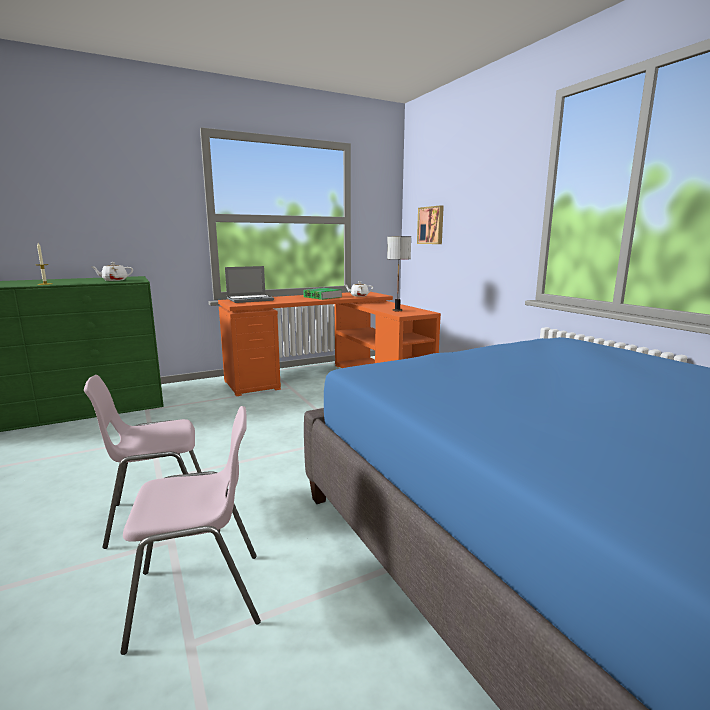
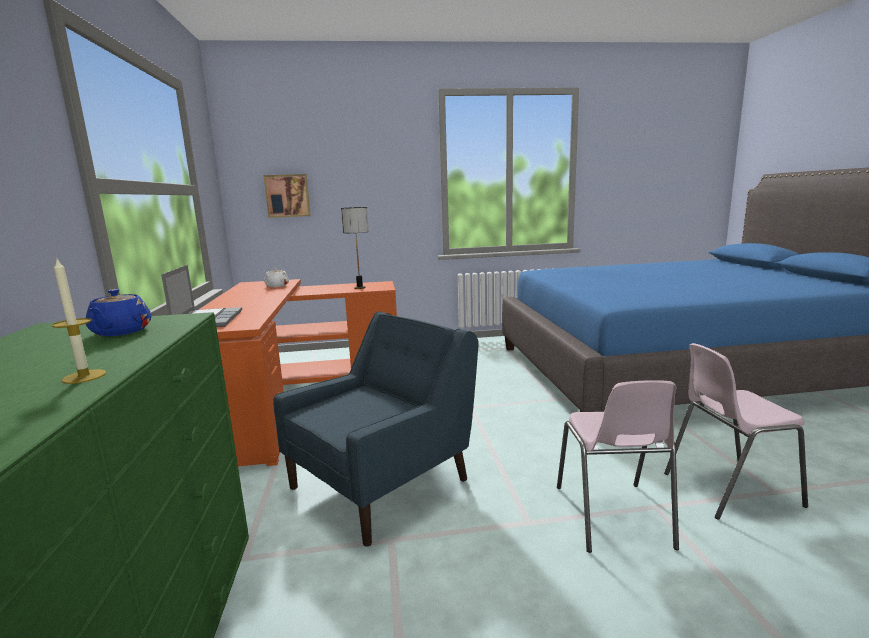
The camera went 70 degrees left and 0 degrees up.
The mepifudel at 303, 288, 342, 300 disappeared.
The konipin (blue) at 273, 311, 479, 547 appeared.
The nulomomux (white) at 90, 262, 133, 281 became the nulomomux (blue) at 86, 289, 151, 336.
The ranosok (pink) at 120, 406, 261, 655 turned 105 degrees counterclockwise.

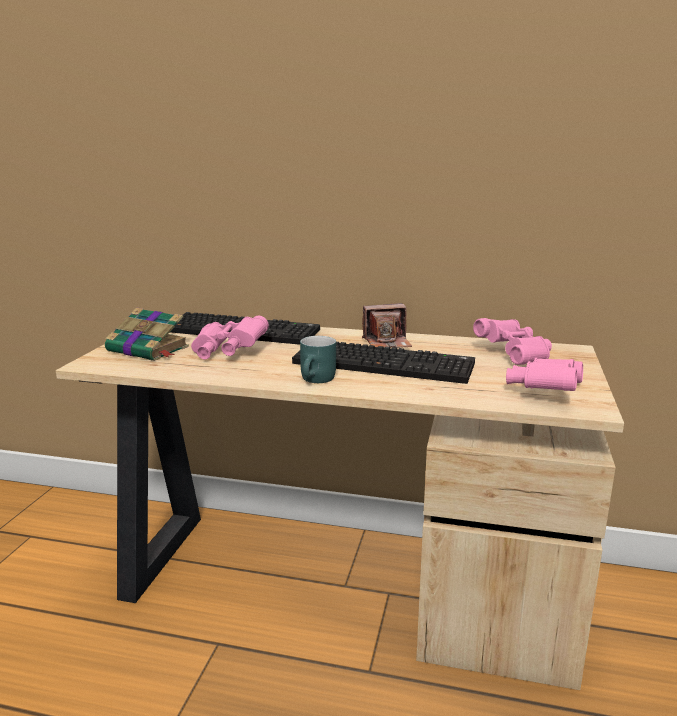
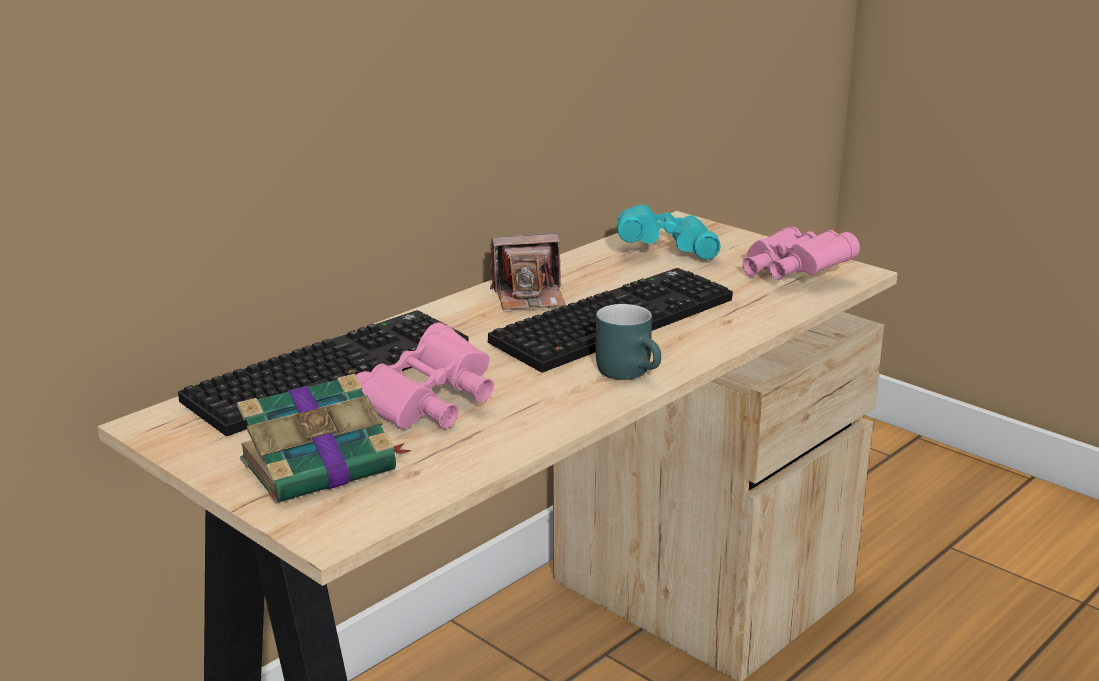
The camera went 60 degrees left and 5 degrees up.
The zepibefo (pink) at 473, 318, 552, 365 became the zepibefo (turquoise) at 617, 205, 720, 259.
The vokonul at 362, 303, 412, 348 turned 60 degrees clockwise.

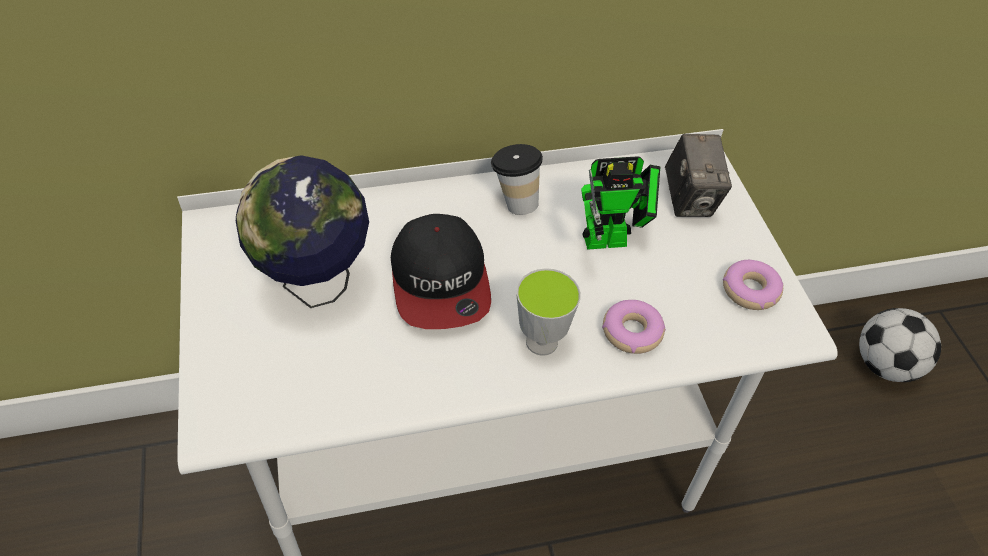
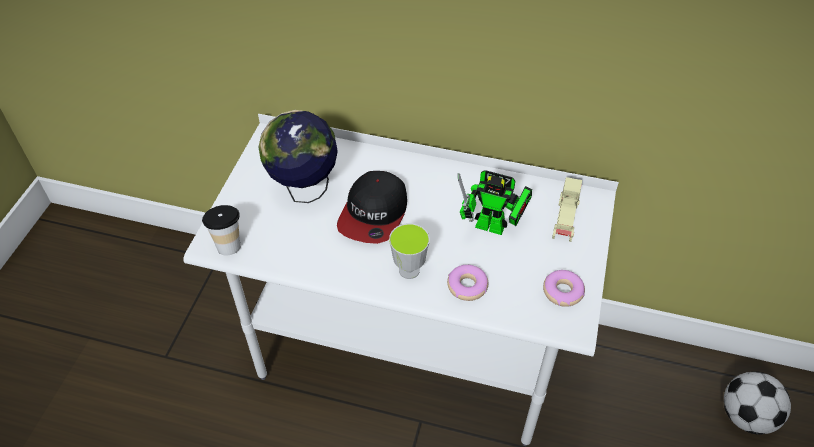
The camera went 30 degrees right and 0 degrees up.
The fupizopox moved from 491, 144, 543, 215 to 202, 205, 240, 255.
The vokonul at 665, 134, 732, 217 was replaced by the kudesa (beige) at 552, 177, 582, 242.

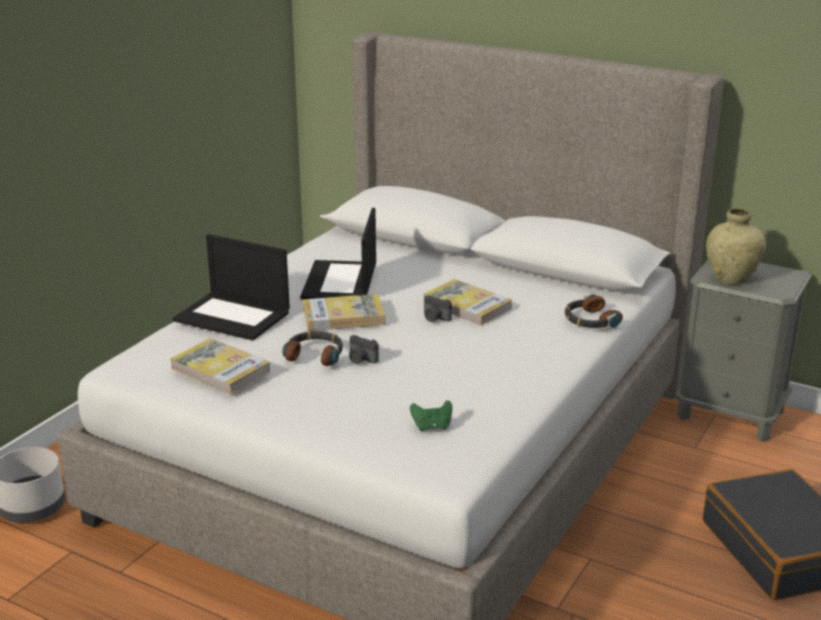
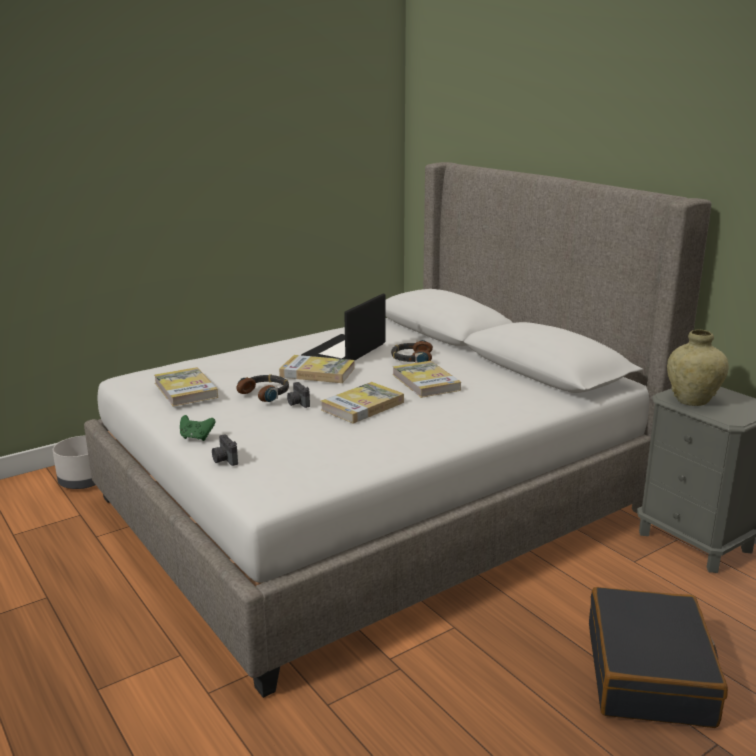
The camera went 25 degrees right and 5 degrees down.
The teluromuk at 173, 234, 290, 341 disappeared.
The mepifudel at 321, 382, 404, 424 appeared.
The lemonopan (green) moved from 410, 400, 452, 431 to 180, 415, 215, 441.
The vokonul moved from 424, 296, 452, 322 to 212, 434, 238, 466.
The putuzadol moved from 565, 294, 623, 329 to 391, 340, 433, 363.

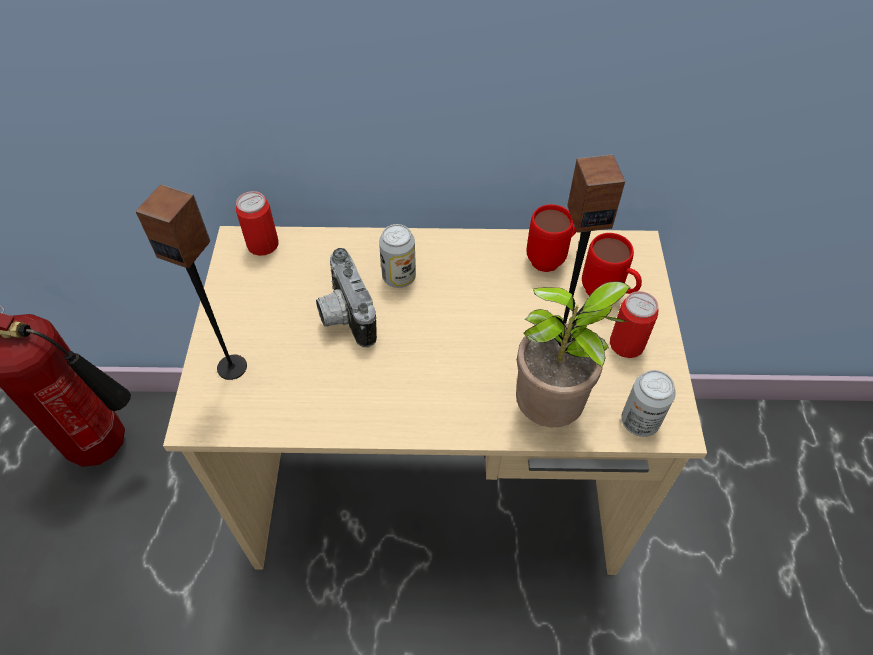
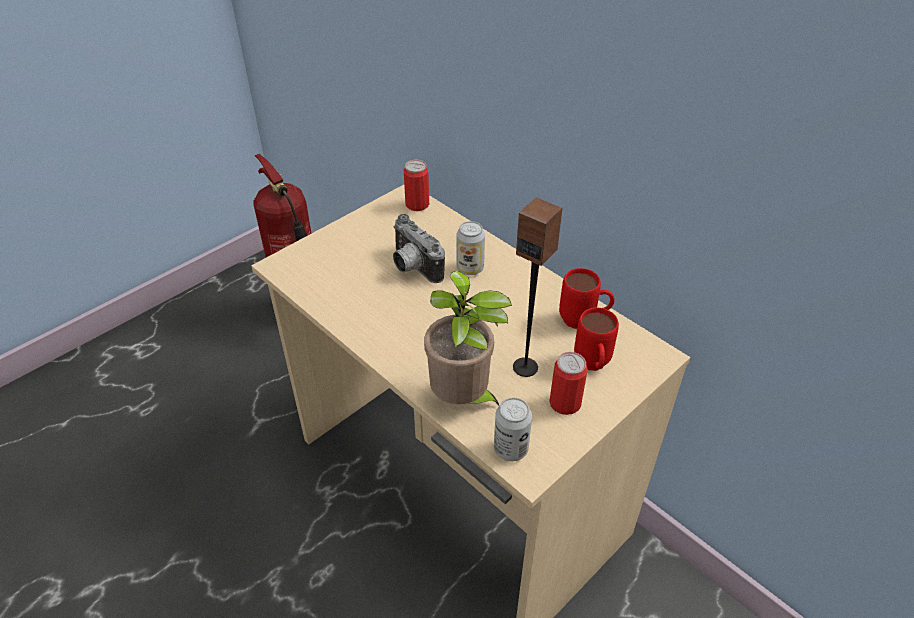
The camera went 45 degrees right and 10 degrees down.
The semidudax at 136, 184, 247, 380 disappeared.
The vokonul at 316, 248, 377, 347 turned 60 degrees counterclockwise.

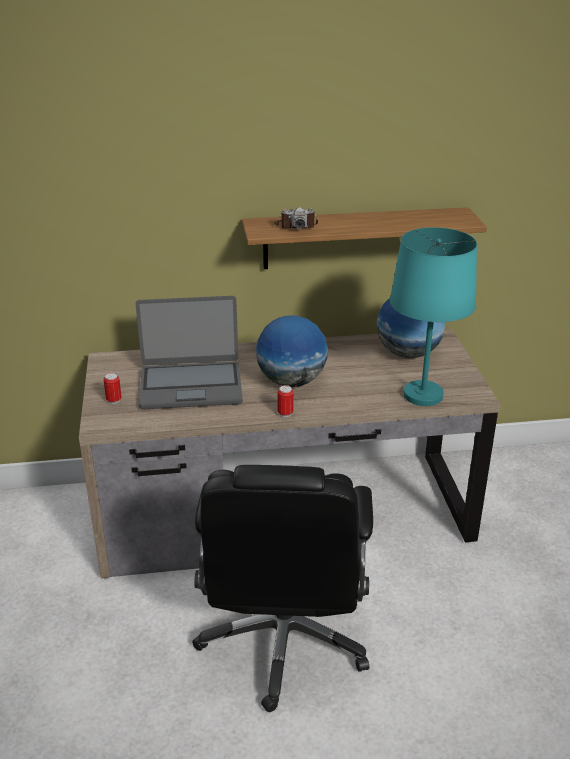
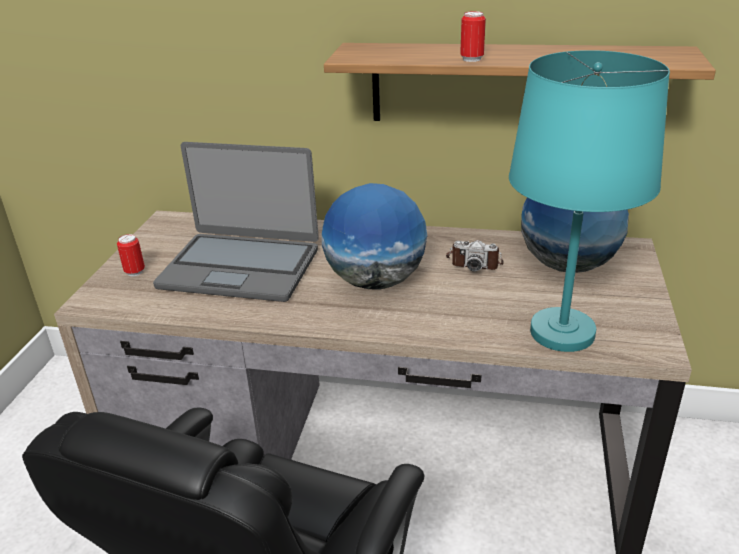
The camera went 20 degrees right and 0 degrees up.
The vokonul moved from 274, 207, 318, 229 to 446, 240, 504, 272.
The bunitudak moved from 277, 385, 294, 417 to 460, 11, 486, 62.

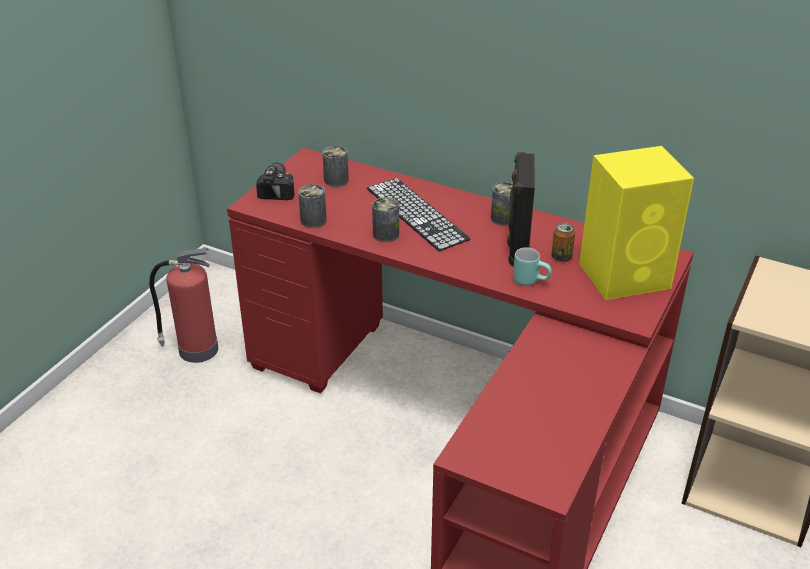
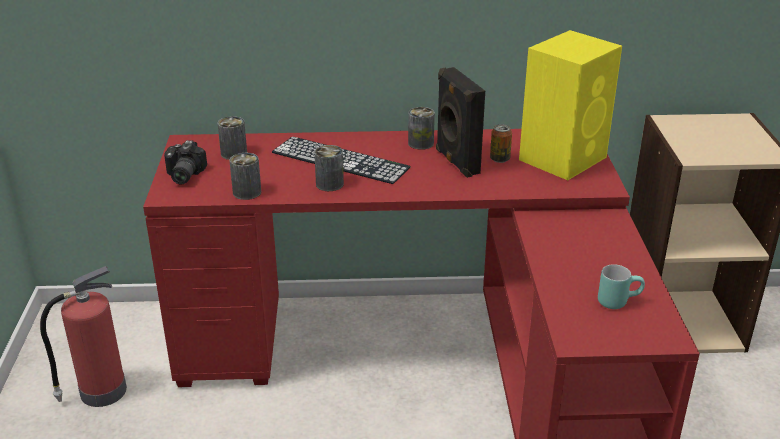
The camera went 30 degrees left and 5 degrees down.
The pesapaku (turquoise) moved from 513, 247, 552, 286 to 598, 264, 645, 309.
The vokonul at 256, 163, 295, 200 turned 150 degrees counterclockwise.

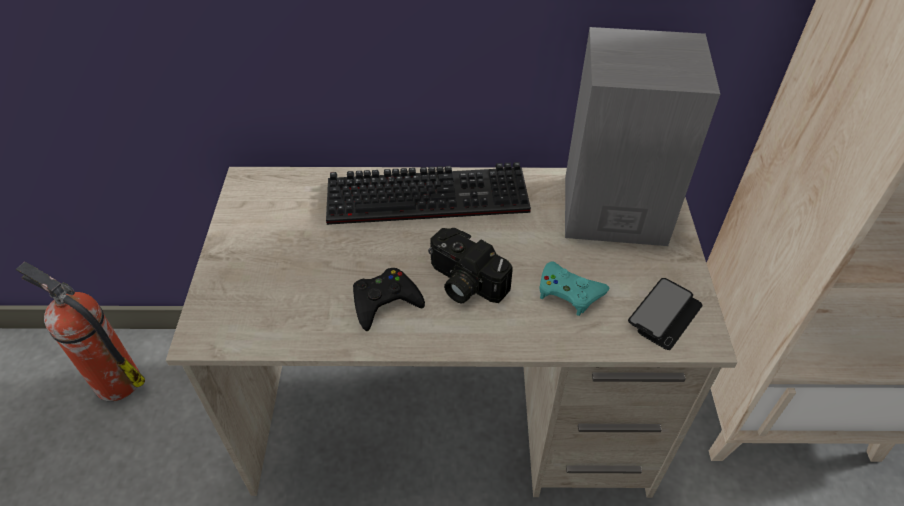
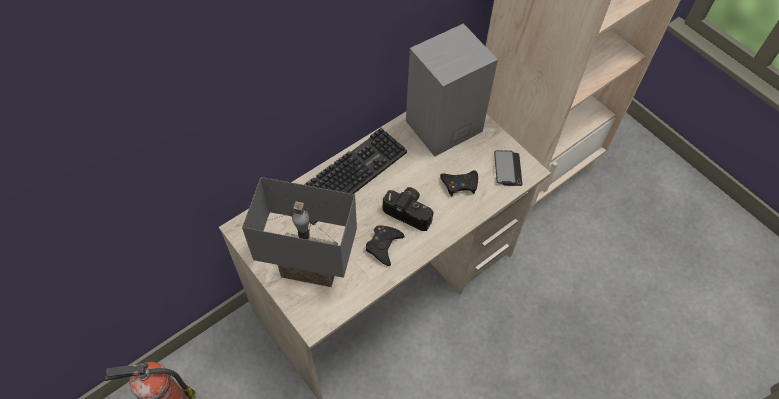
The camera went 40 degrees left and 10 degrees up.
The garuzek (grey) at 242, 177, 357, 287 appeared.
The lemonopan (turquoise) at 540, 262, 609, 316 became the lemonopan (black) at 440, 170, 478, 196.
The vokonul at 428, 228, 513, 303 turned 150 degrees counterclockwise.

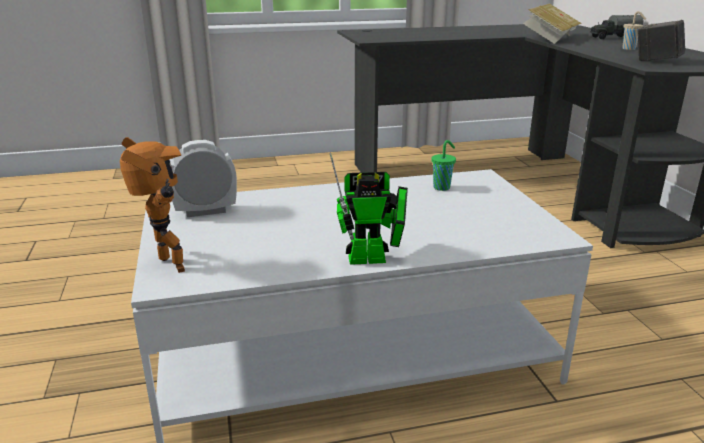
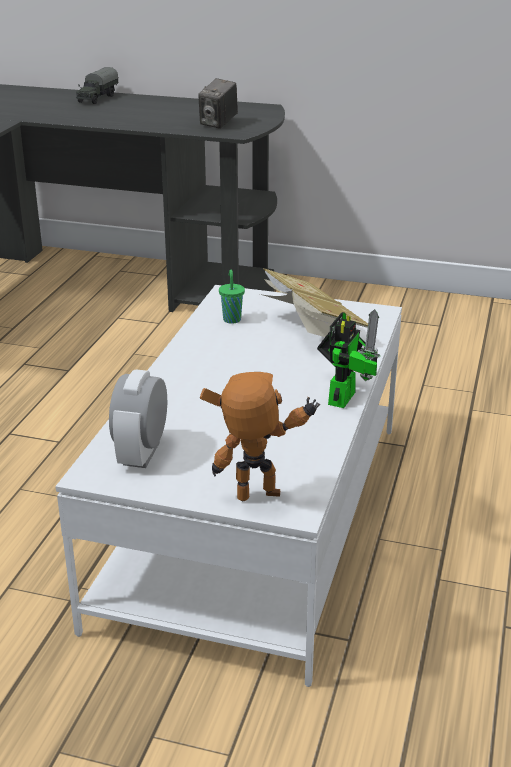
The camera went 60 degrees left and 5 degrees up.
The fupizopox (beige) at 622, 11, 646, 50 disappeared.
The mepifudel moved from 523, 3, 581, 44 to 260, 268, 368, 337.
The vokonul at 638, 20, 685, 61 turned 45 degrees counterclockwise.

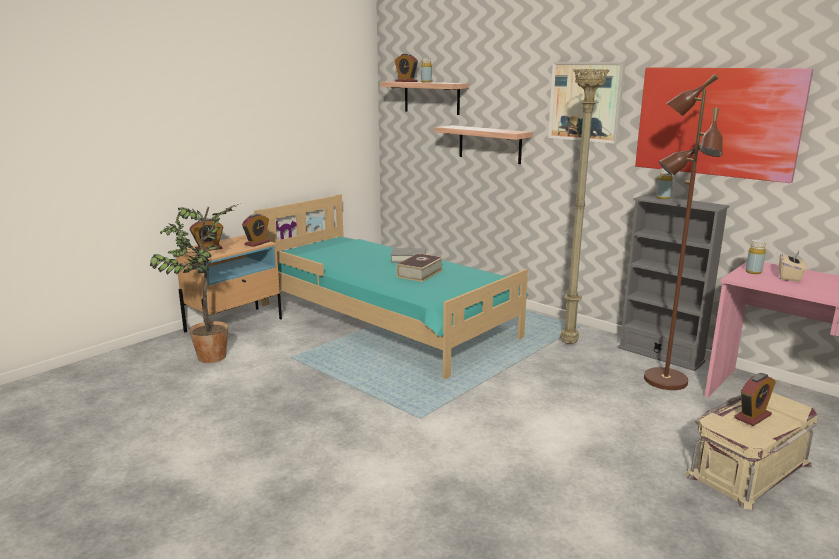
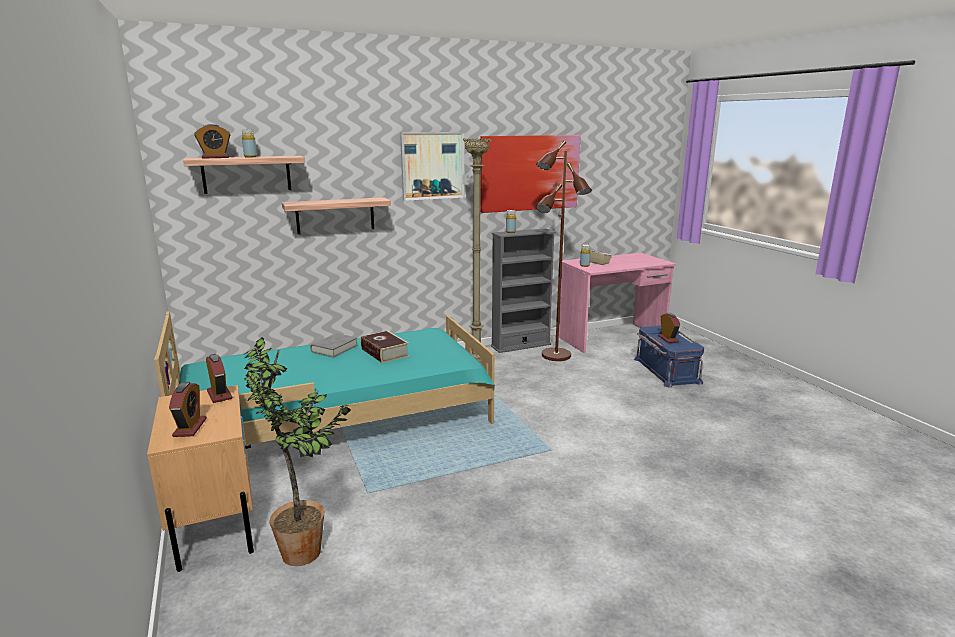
The camera went 65 degrees left and 0 degrees up.
The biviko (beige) at 685, 392, 818, 509 became the biviko (blue) at 634, 326, 704, 388.

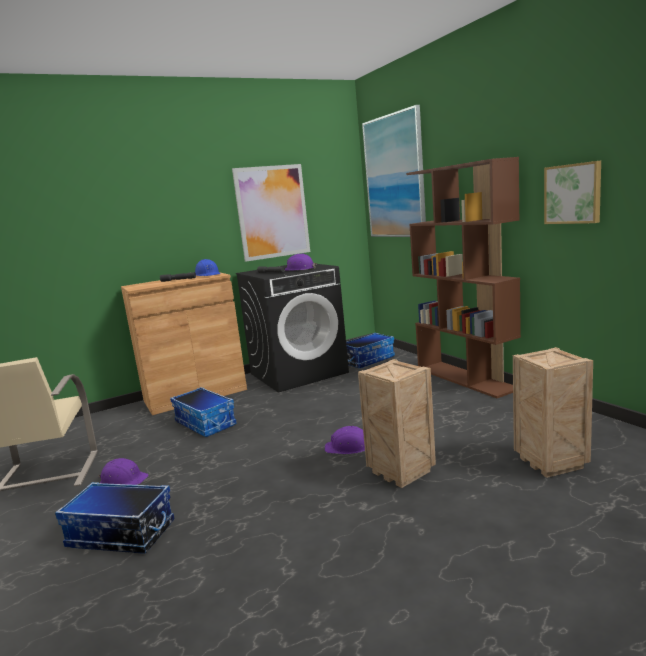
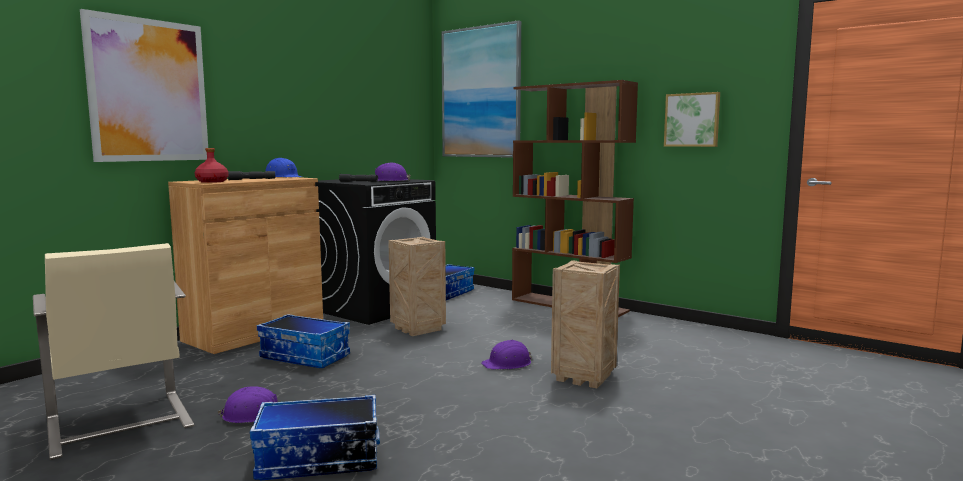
The camera went 25 degrees left and 5 degrees down.
The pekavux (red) at 195, 148, 228, 183 appeared.
The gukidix moved from 232, 164, 310, 262 to 80, 9, 208, 162.
The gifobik moved from 513, 347, 593, 478 to 388, 237, 446, 336.

